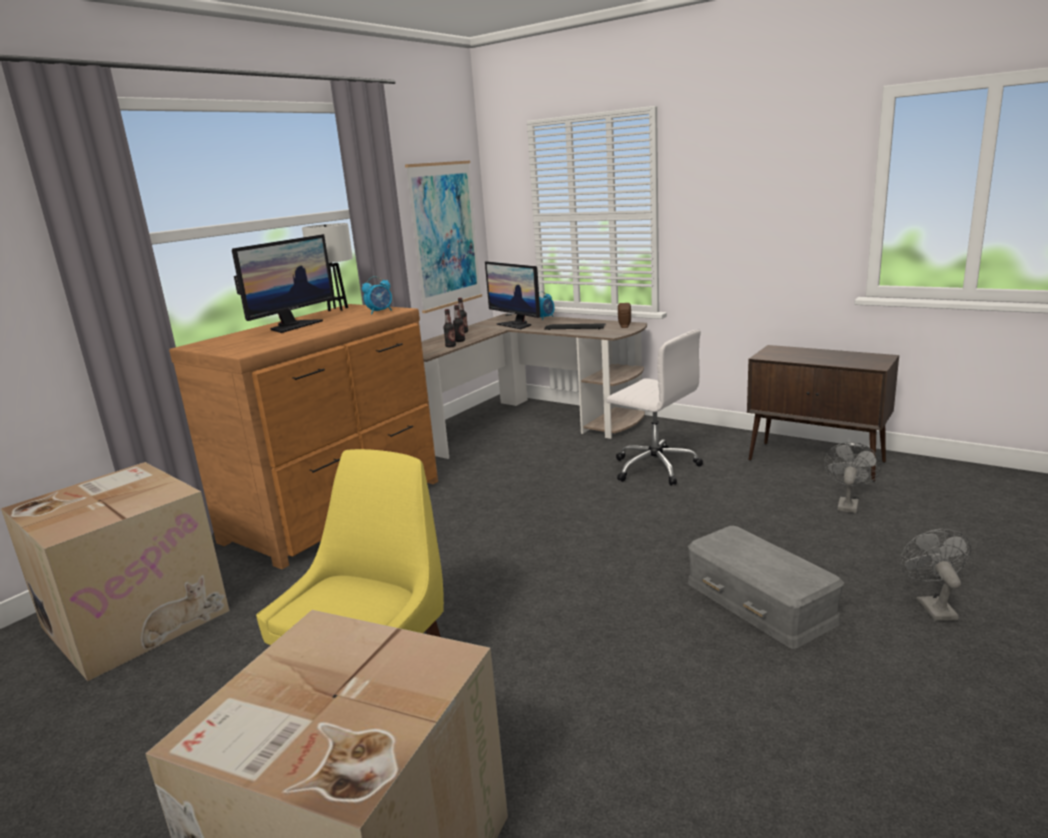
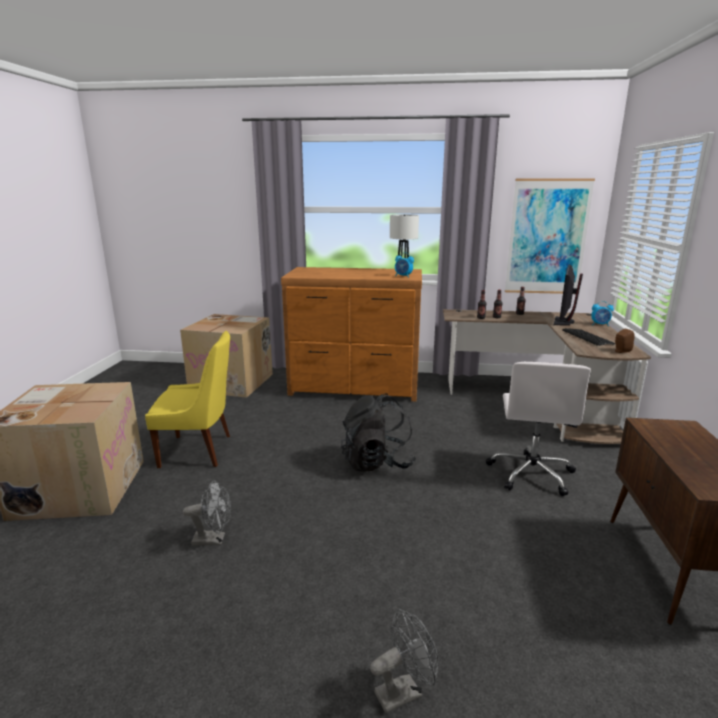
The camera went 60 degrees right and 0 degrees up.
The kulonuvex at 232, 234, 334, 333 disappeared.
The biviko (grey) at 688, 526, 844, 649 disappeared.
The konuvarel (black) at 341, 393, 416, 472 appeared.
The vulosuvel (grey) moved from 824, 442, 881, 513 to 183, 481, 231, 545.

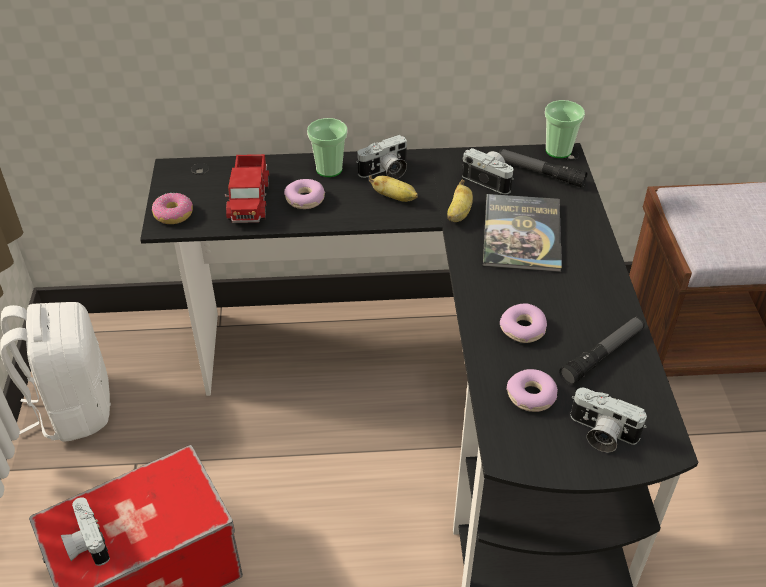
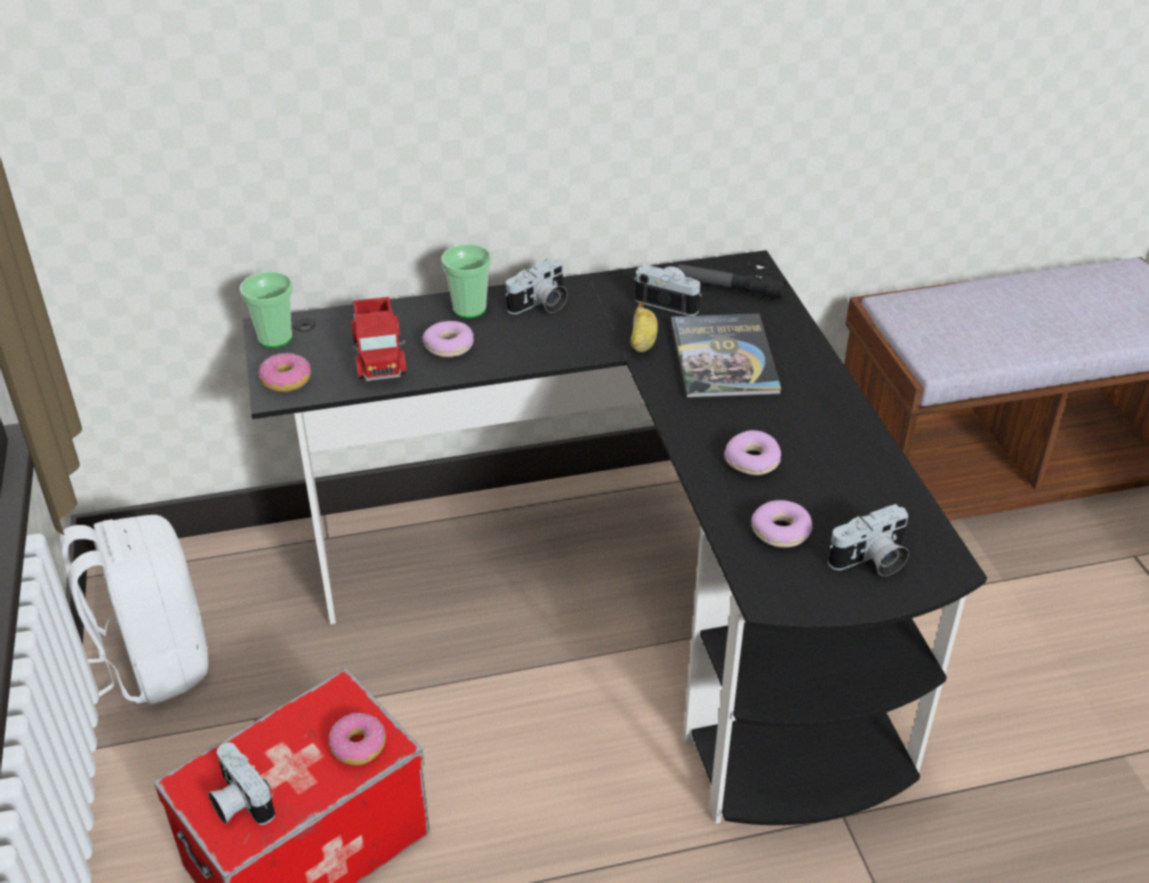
The camera went 10 degrees left and 5 degrees down.
The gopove at 369, 175, 418, 202 disappeared.
The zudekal at 559, 317, 645, 385 disappeared.
The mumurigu at 329, 713, 386, 765 appeared.
The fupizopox moved from 545, 100, 585, 158 to 239, 272, 293, 348.
The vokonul at 570, 388, 647, 453 turned 45 degrees counterclockwise.

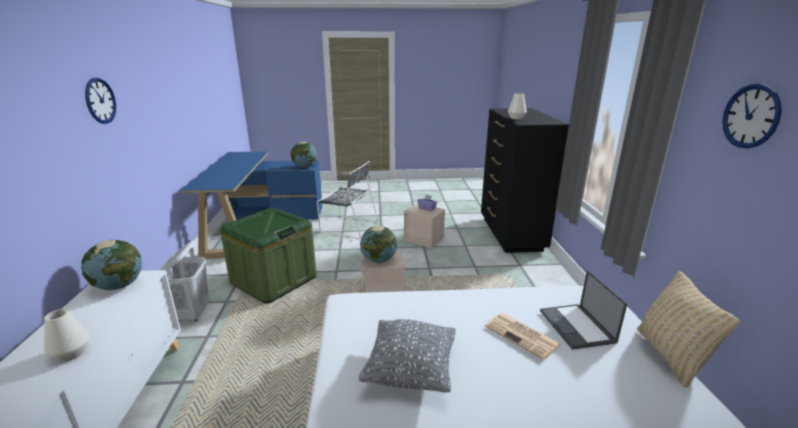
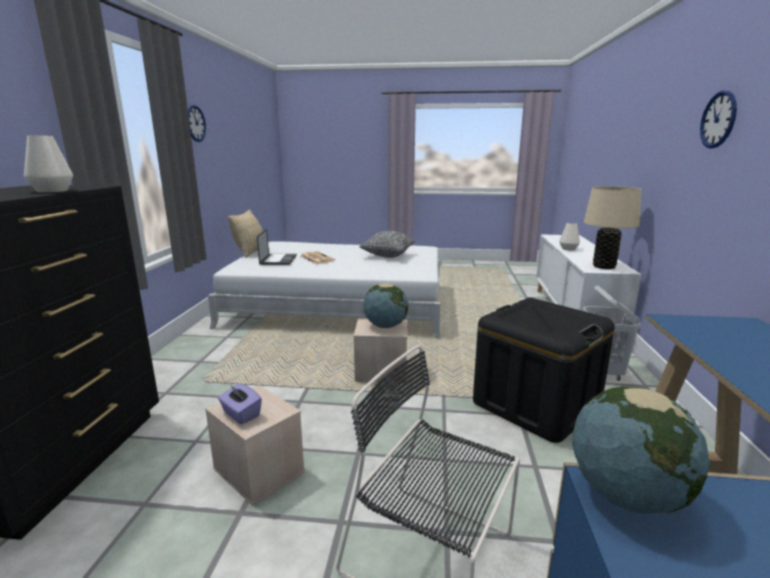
The camera went 170 degrees left and 5 degrees down.
The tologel at 81, 240, 142, 290 was replaced by the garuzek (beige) at 584, 186, 642, 269.
The biviko (green) at 220, 208, 317, 303 became the biviko (black) at 473, 298, 615, 443.

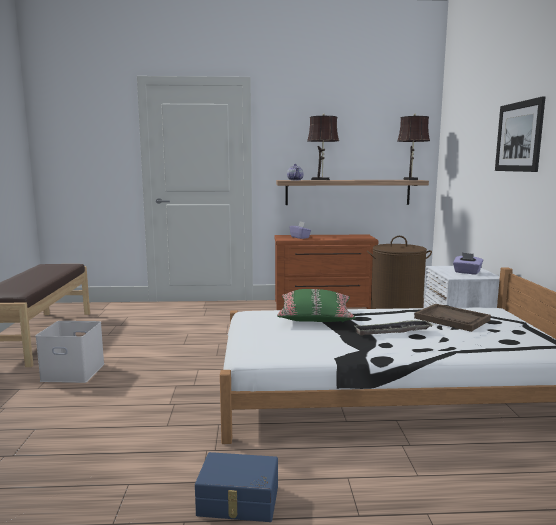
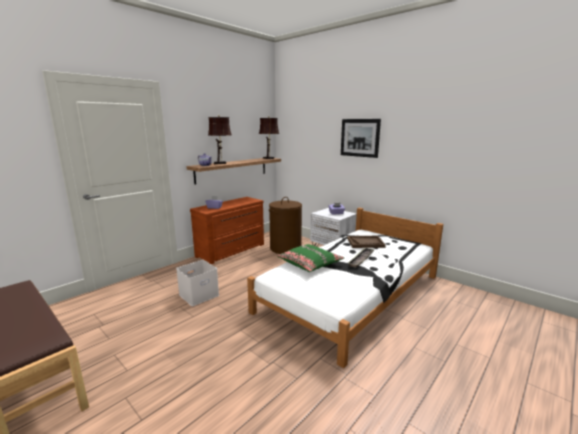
The camera went 45 degrees left and 5 degrees up.
The biviko (blue) at 195, 452, 278, 522 disappeared.
The biviko (white) moved from 35, 321, 104, 383 to 176, 260, 219, 306.

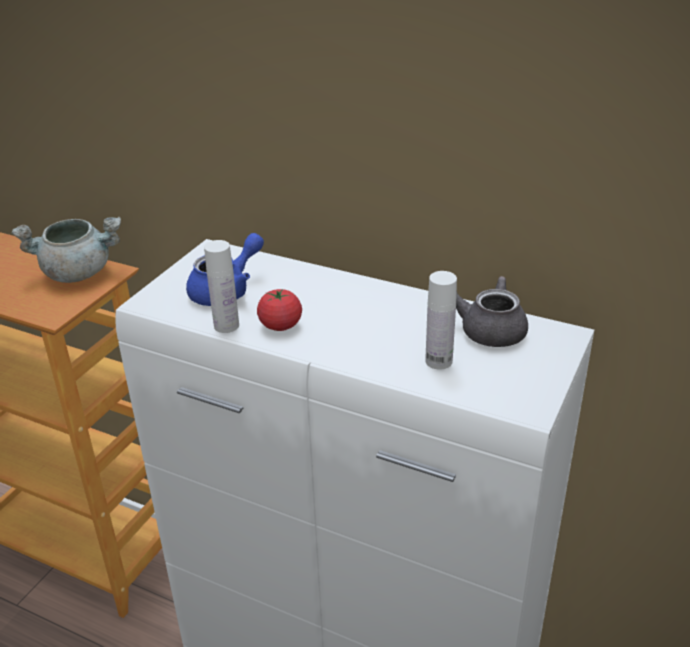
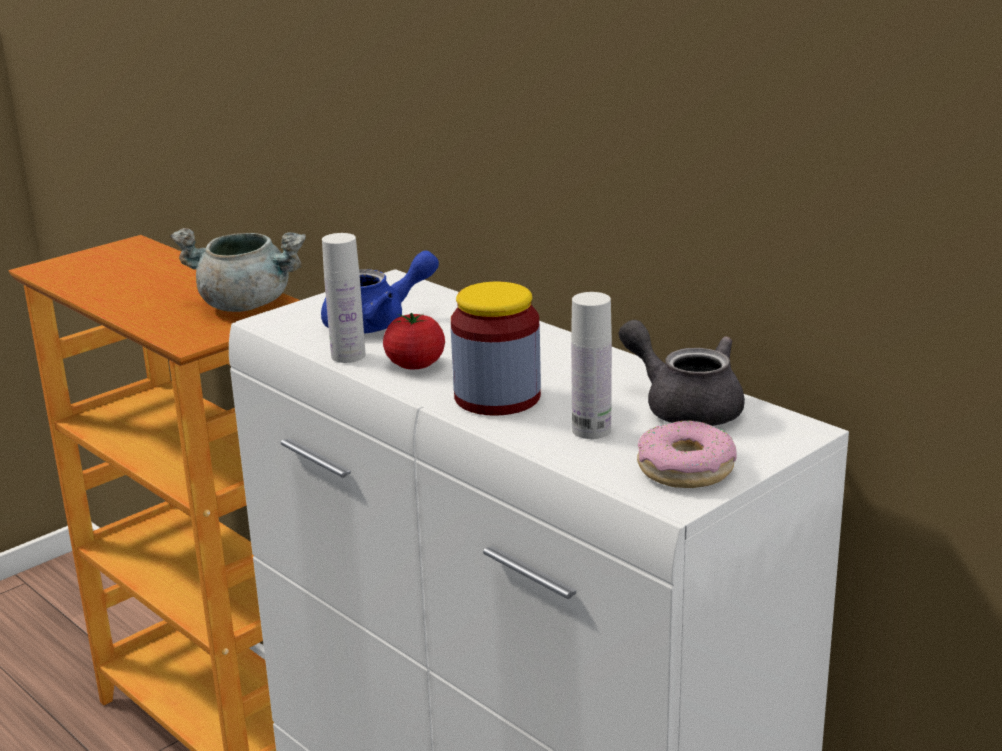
The camera went 20 degrees right and 10 degrees down.
The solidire at 451, 281, 541, 416 appeared.
The mumurigu at 637, 420, 737, 488 appeared.

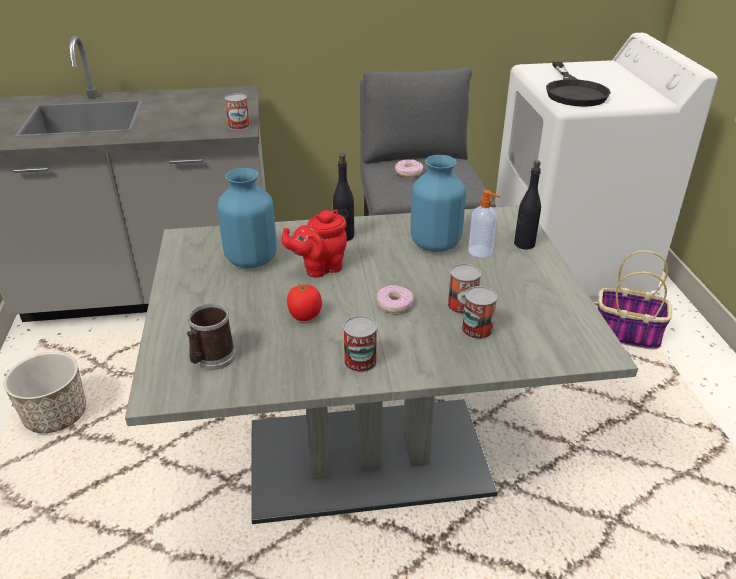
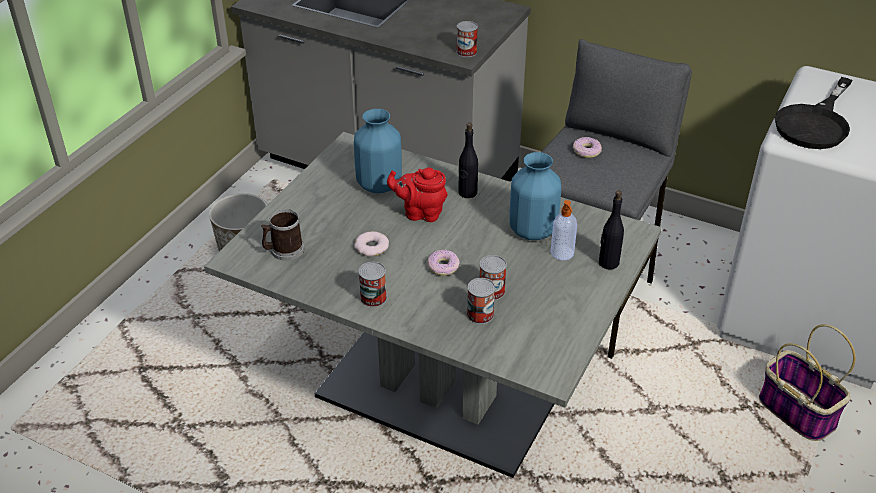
The camera went 35 degrees right and 5 degrees up.
The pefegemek at 287, 284, 322, 321 was replaced by the mumurigu at 354, 231, 389, 256.

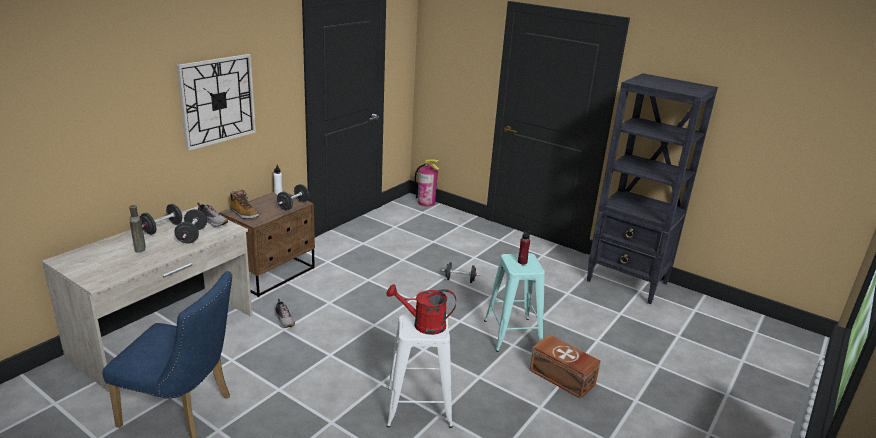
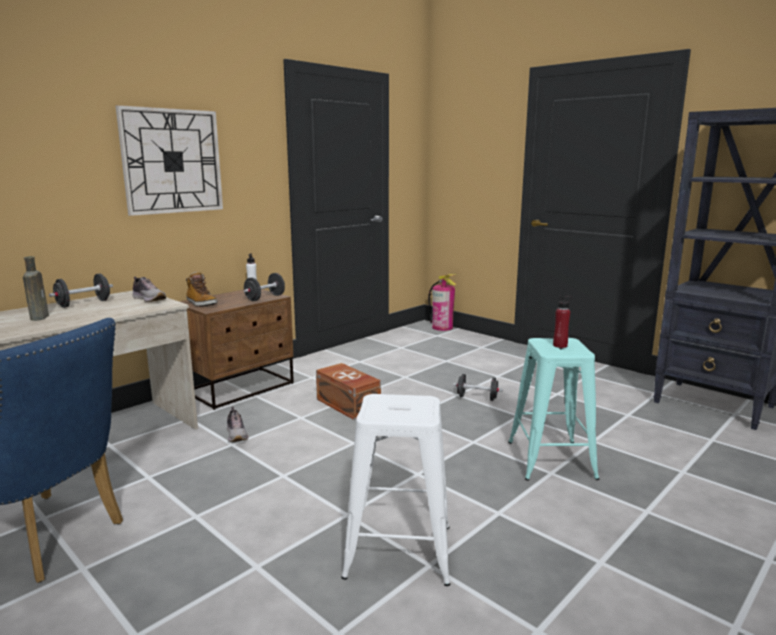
The camera went 10 degrees right and 10 degrees down.
The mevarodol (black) at 174, 209, 207, 244 disappeared.
The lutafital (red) at 386, 284, 456, 335 disappeared.
The biviko (brown) moved from 529, 335, 601, 399 to 316, 363, 381, 420.

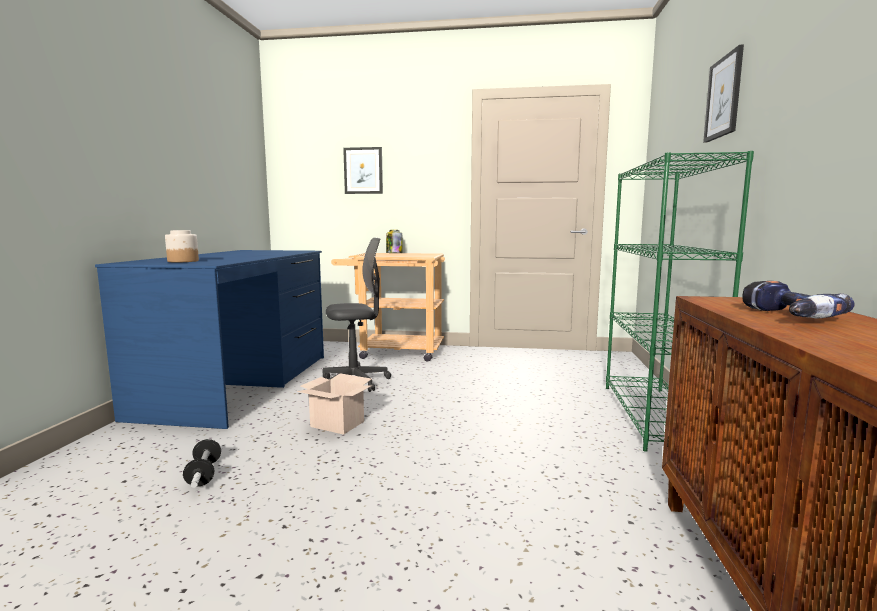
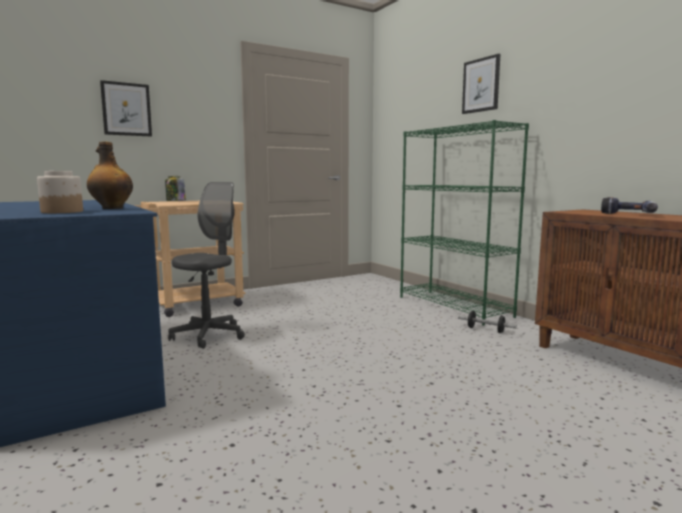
The camera went 40 degrees left and 0 degrees up.
The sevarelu at 297, 373, 372, 435 disappeared.
The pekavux at 87, 142, 133, 209 appeared.
The mevarodol moved from 183, 439, 221, 488 to 458, 311, 517, 333.

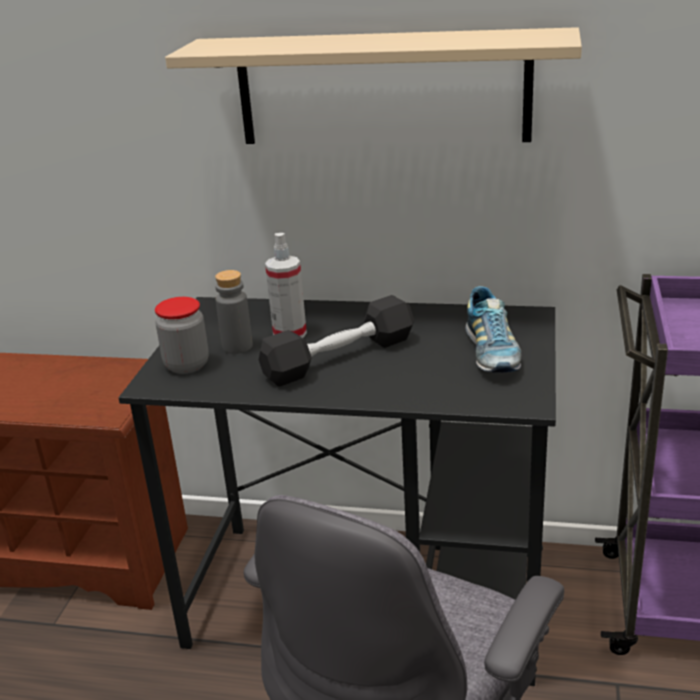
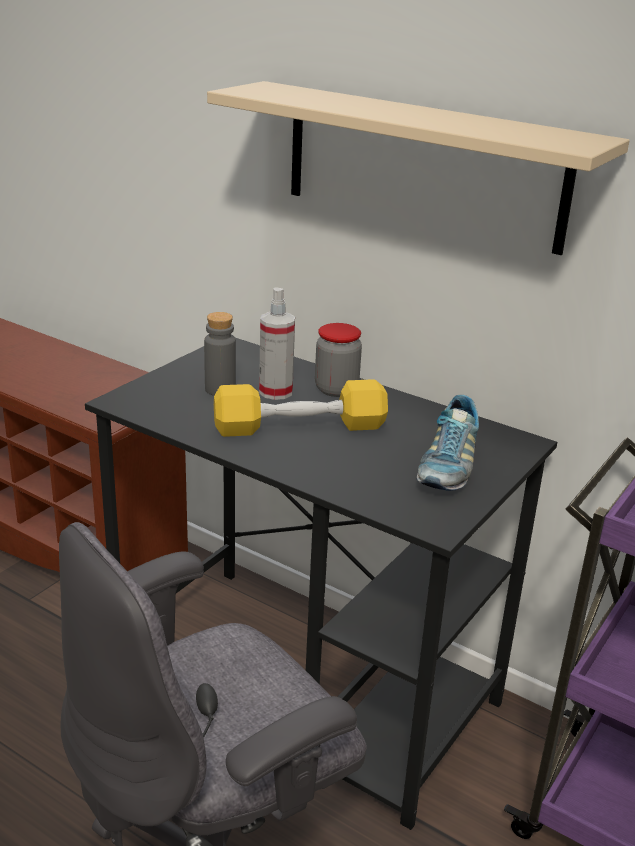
The camera went 20 degrees right and 0 degrees up.
The solidire moved from 155, 297, 209, 374 to 315, 323, 362, 397.
The mevarodol (black) at 259, 295, 415, 387 became the mevarodol (yellow) at 214, 379, 388, 437.

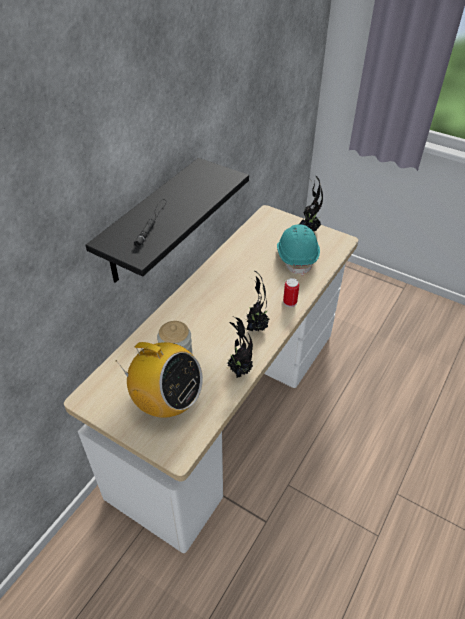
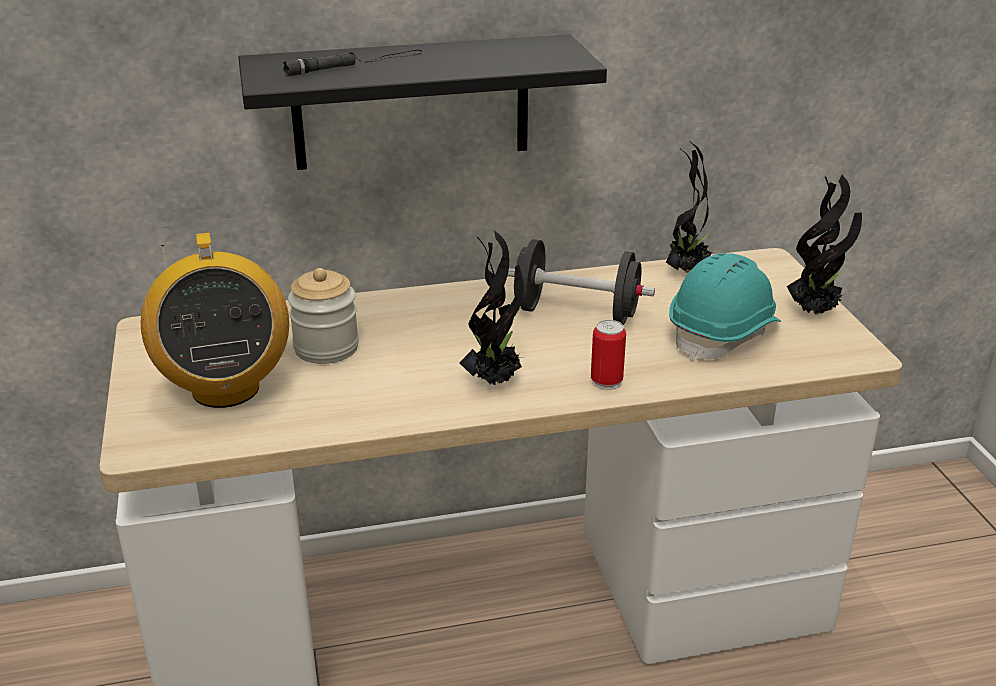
The camera went 45 degrees right and 15 degrees down.
The mevarodol (black) at 508, 239, 655, 325 appeared.
The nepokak moved from 227, 316, 253, 378 to 666, 143, 712, 273.

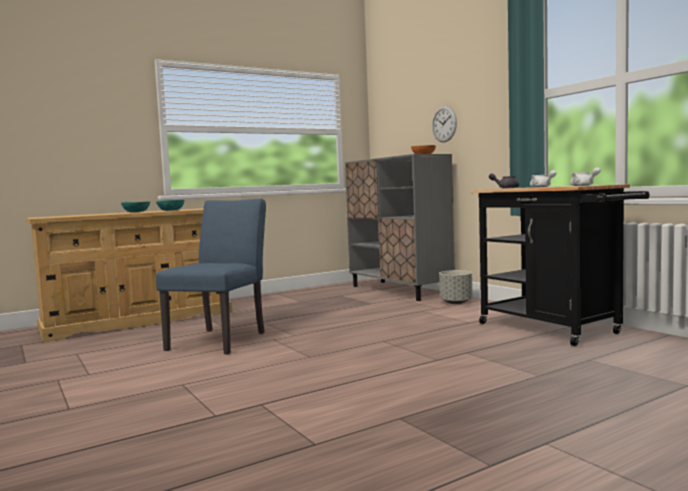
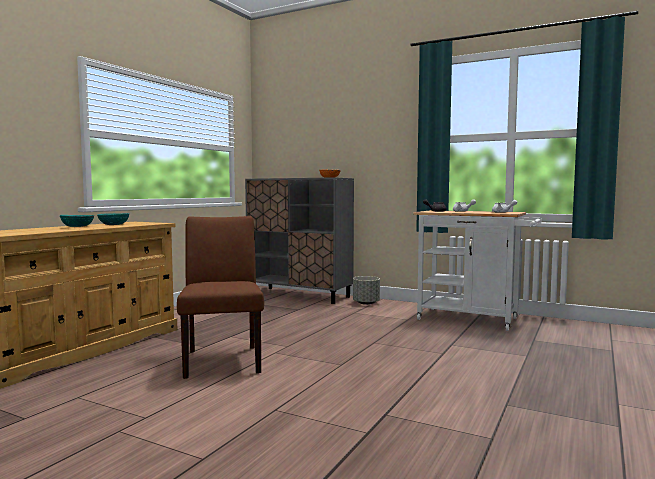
The camera went 30 degrees left and 0 degrees up.
The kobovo at 432, 106, 457, 142 disappeared.
The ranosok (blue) at 156, 198, 266, 354 became the ranosok (brown) at 177, 216, 264, 379.
The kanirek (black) at 471, 184, 649, 346 became the kanirek (white) at 413, 210, 542, 331.

